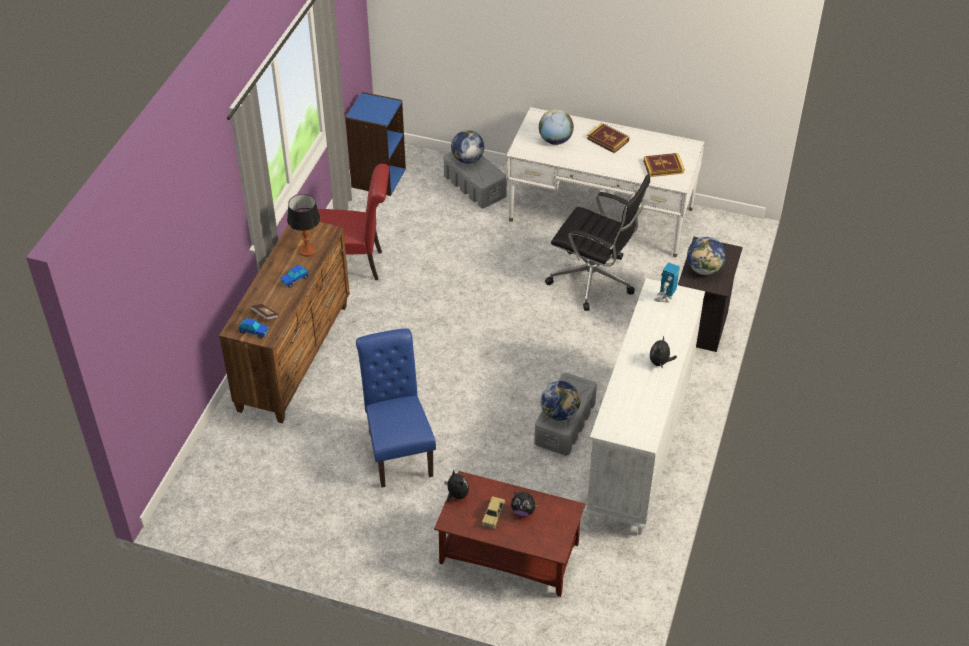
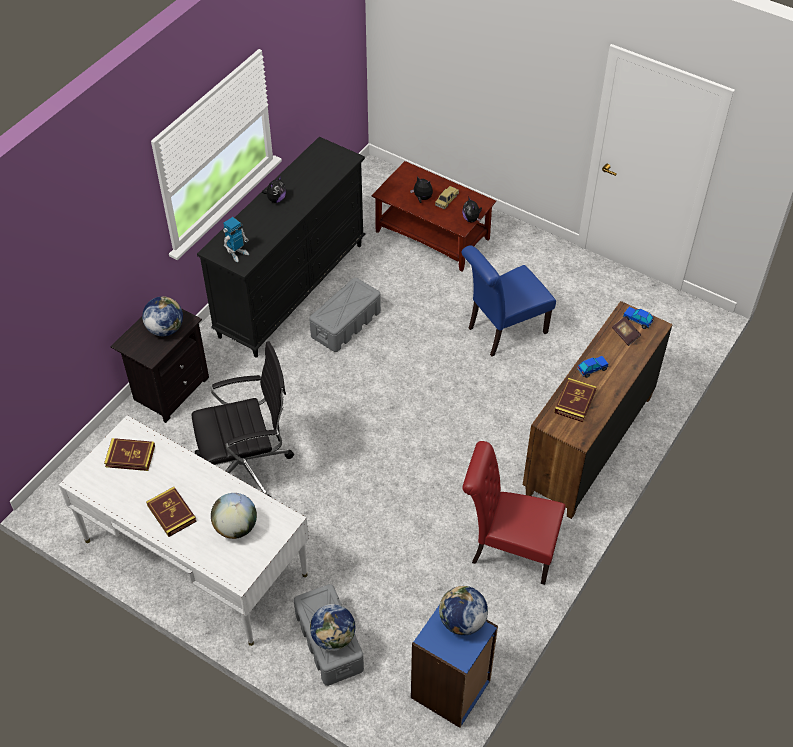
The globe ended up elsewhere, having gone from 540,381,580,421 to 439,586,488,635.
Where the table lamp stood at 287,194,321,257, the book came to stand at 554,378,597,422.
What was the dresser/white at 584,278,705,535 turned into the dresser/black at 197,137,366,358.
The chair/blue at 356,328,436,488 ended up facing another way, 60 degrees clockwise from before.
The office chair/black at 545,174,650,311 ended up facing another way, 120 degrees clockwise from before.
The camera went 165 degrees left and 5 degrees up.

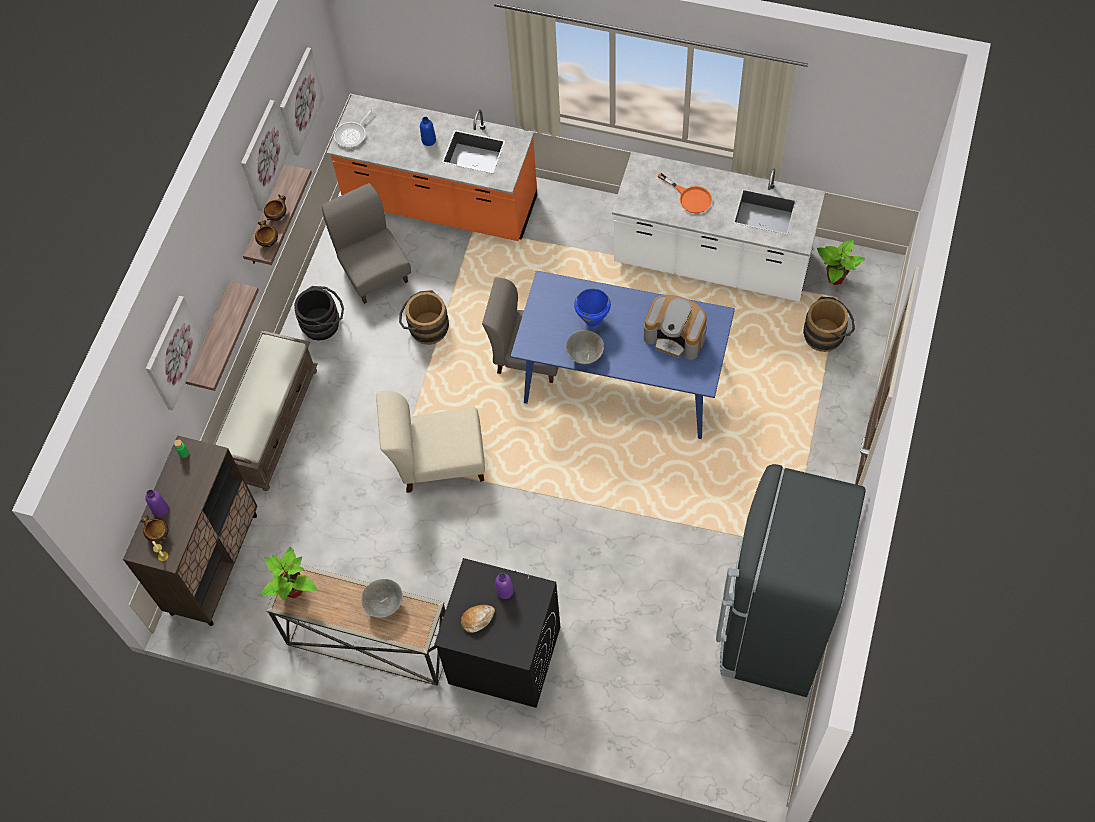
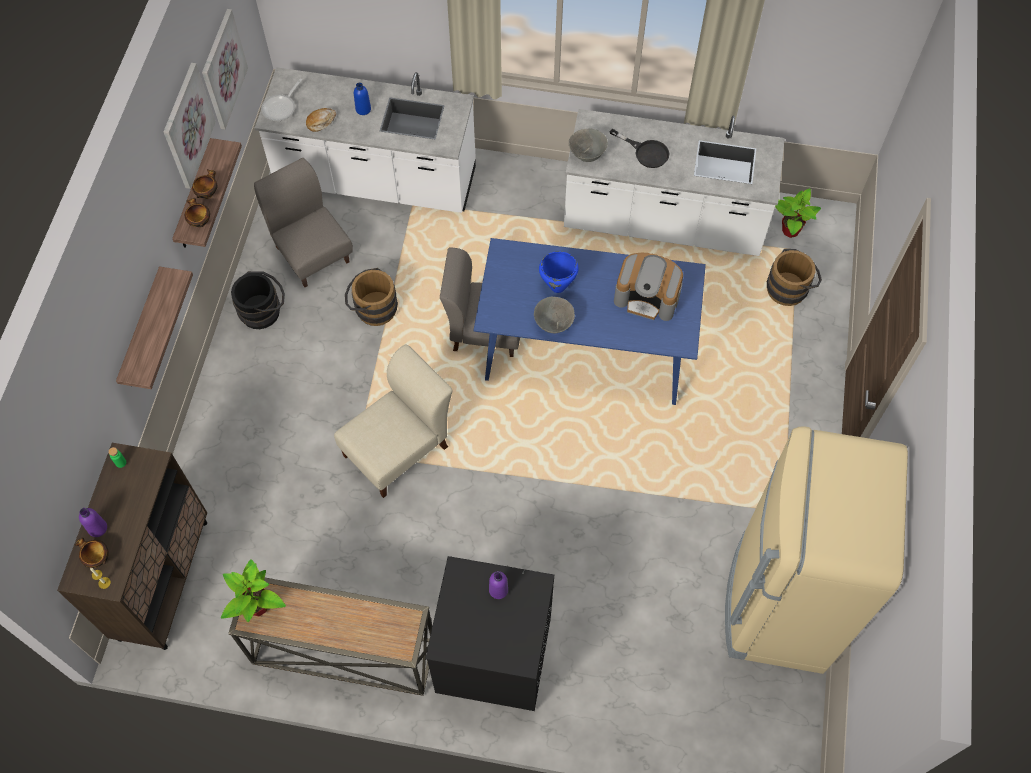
The second view lost the picture at 146,296,204,410.
The second view lost the bench/brown at 214,331,318,491.
The bowl/grey ended up elsewhere, having gone from 361,579,403,618 to 569,128,608,162.
The bread ended up elsewhere, having gone from 461,605,495,633 to 306,108,336,132.
What was the counter/orange at 327,95,537,241 turned into the counter/white at 255,67,476,213.
What was the frying pan/orange at 658,173,712,213 turned into the frying pan/black at 610,129,670,168.
What was the fridge/black at 716,464,866,697 turned into the fridge/beige at 725,426,908,674.
The chair/beige at 376,390,485,493 ended up facing another way, 150 degrees clockwise from before.
The camera went 10 degrees left and 0 degrees up.

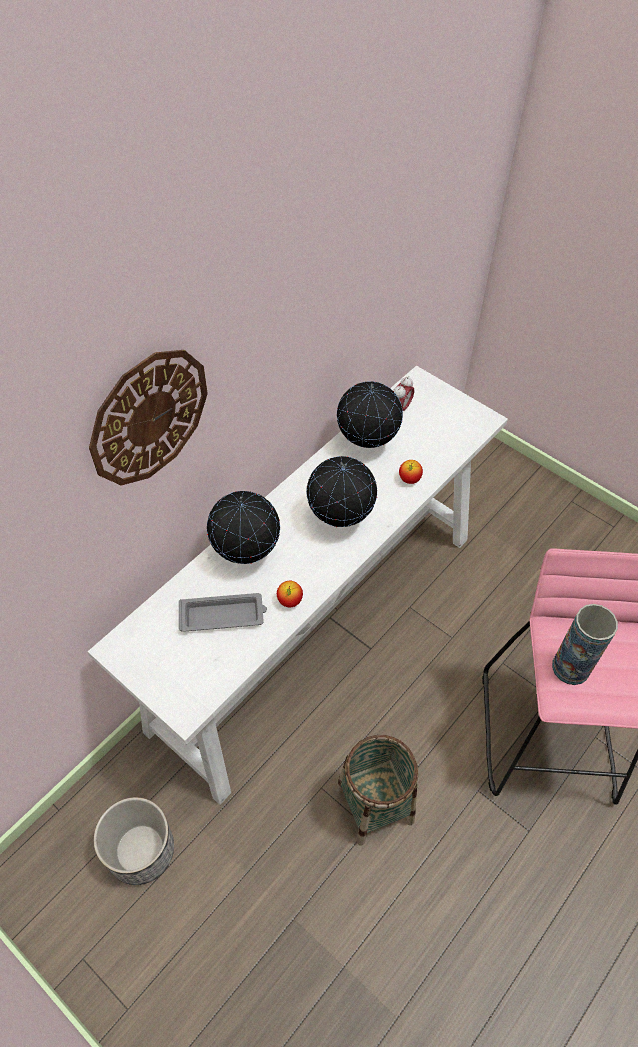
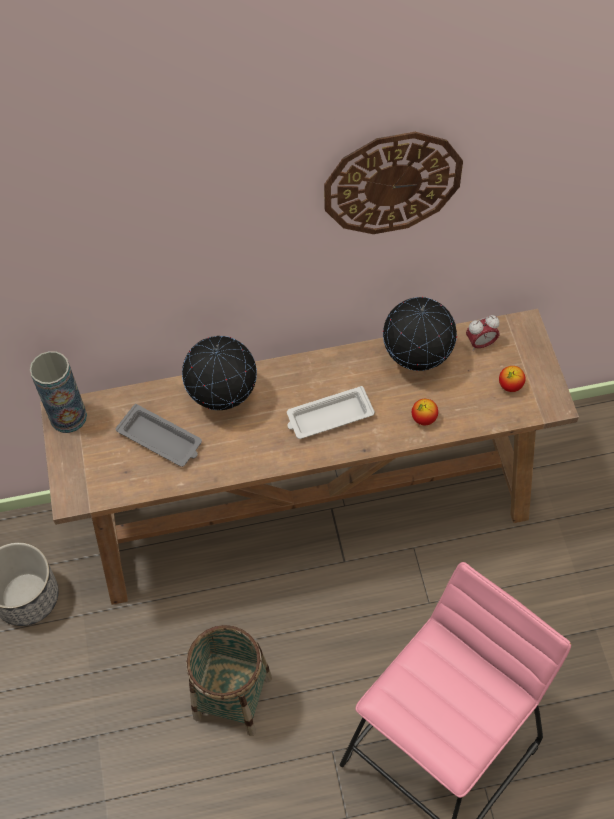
The wall clock ended up elsewhere, having gone from 89,350,208,485 to 324,132,463,234.
The apple ended up elsewhere, having gone from 277,581,303,607 to 499,366,526,392.
The vase ended up elsewhere, having gone from 552,604,618,685 to 30,351,87,433.
Where the globe stood at 306,456,377,527, the tray/white came to stand at 287,386,375,439.
What was the console table/white at 88,366,508,805 turned into the console table/brown at 40,309,579,605.
The camera went 40 degrees right and 5 degrees up.

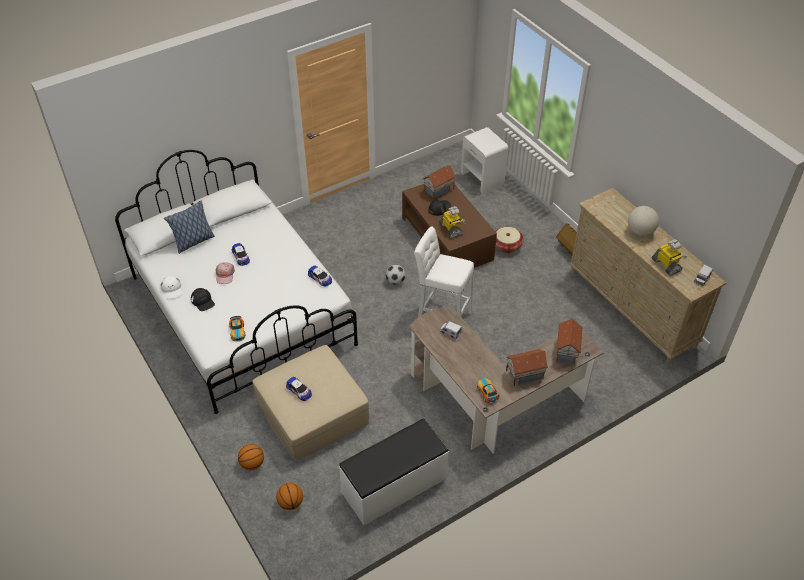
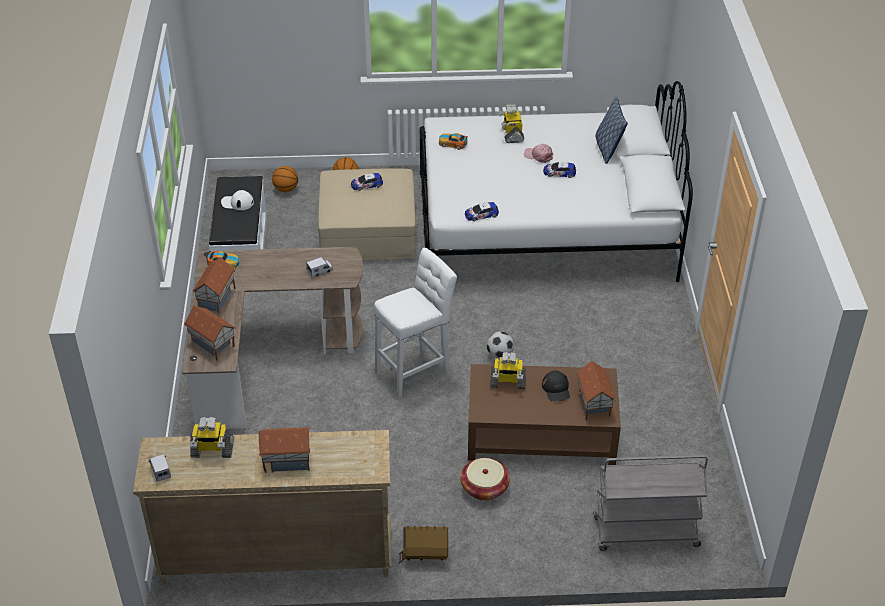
The cap/white ended up elsewhere, having gone from 161,275,182,299 to 221,190,254,210.
Where the cap/black stood at 191,288,215,311, the toy robot came to stand at 499,105,524,143.
Where the nightstand/white stood at 461,127,508,193, the cart/grey came to stand at 593,455,708,551.
Where the globe stood at 628,206,659,236, the toy house came to stand at 258,427,311,473.
The camera went 120 degrees right and 5 degrees down.

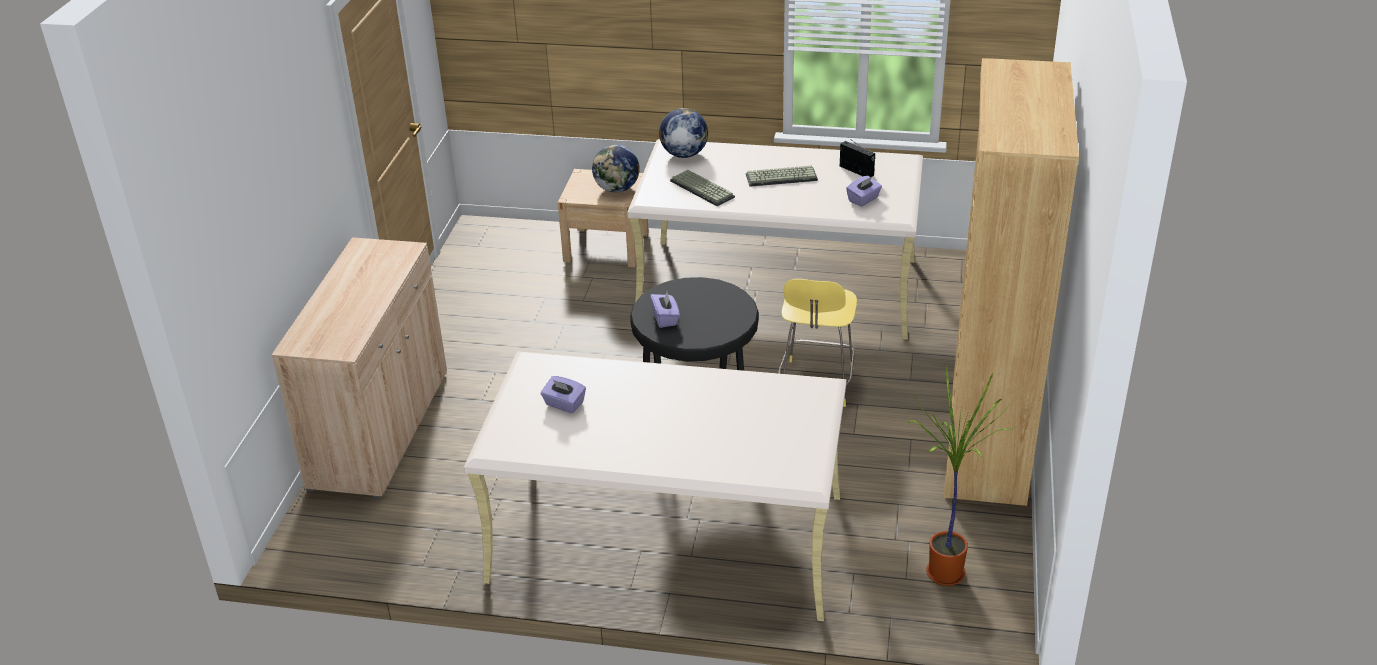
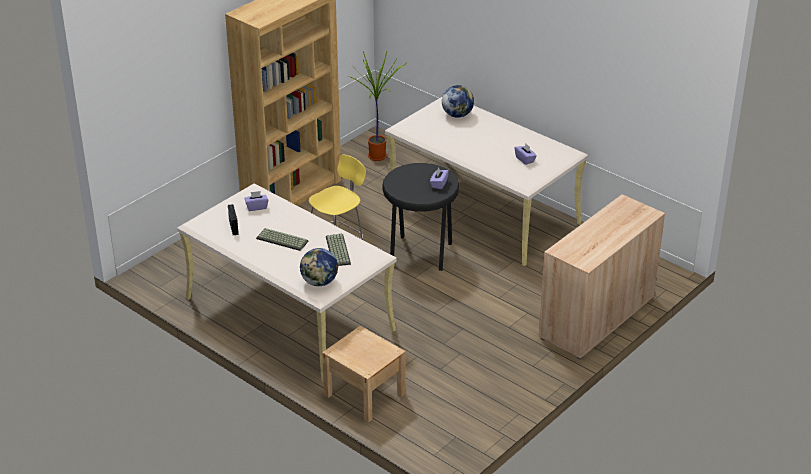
The globe ended up elsewhere, having gone from 592,145,640,193 to 442,85,474,118.
The camera went 150 degrees left and 0 degrees up.

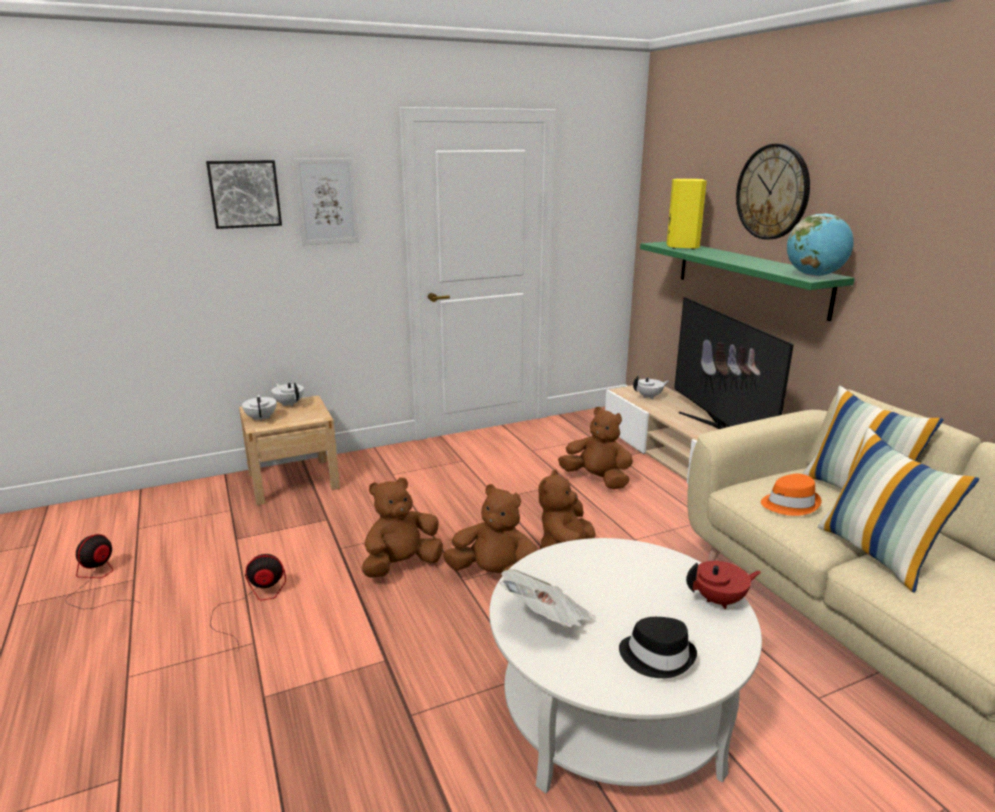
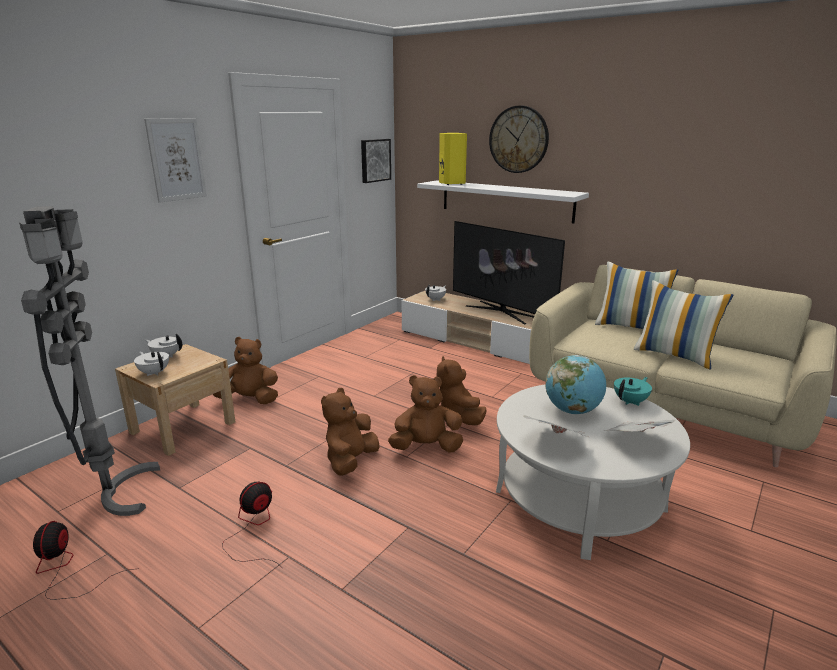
The second view lost the hat/orange at 761,474,821,516.
The second view gained the floor lamp/grey at 19,206,160,516.
The picture ended up elsewhere, having gone from 206,160,282,229 to 361,139,391,183.
The plush toy/brown ended up elsewhere, having gone from 558,407,633,489 to 213,337,278,404.
The globe ended up elsewhere, having gone from 787,213,854,277 to 545,355,606,414.
Where the hat/black stood at 619,617,697,678, the newspaper came to stand at 603,420,675,432.
What was the shelf/green at 640,242,855,321 turned into the shelf/white at 417,180,589,223.
What was the teapot/red at 686,561,761,609 turned into the teapot/turquoise at 614,377,652,406.
The camera went 30 degrees left and 0 degrees up.

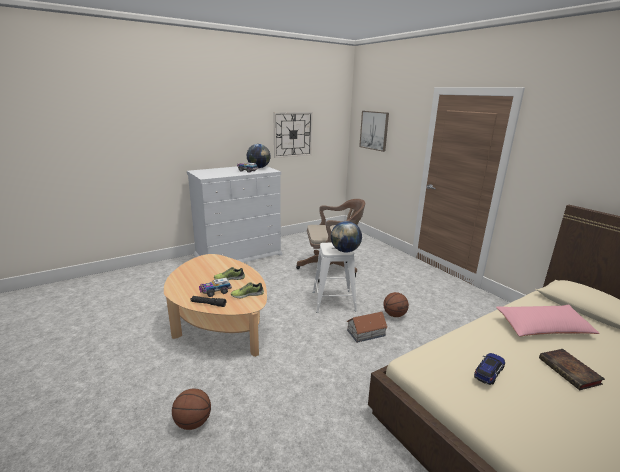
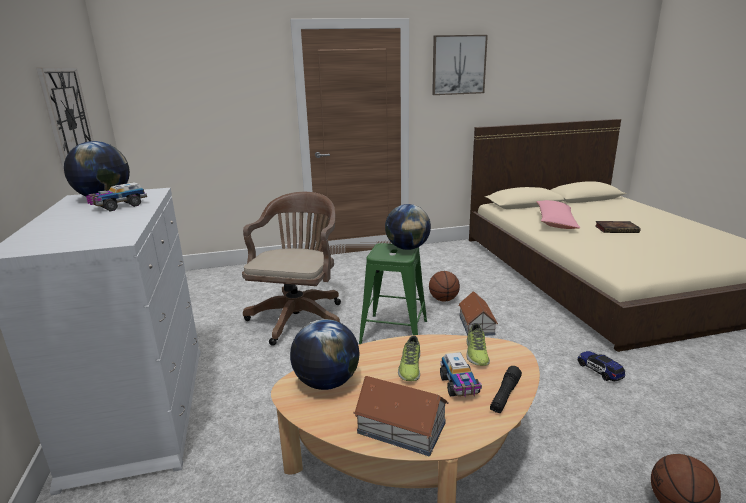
The second view gained the globe at 290,319,360,390.
The second view gained the toy house at 353,376,449,456.
The picture ended up elsewhere, having gone from 359,111,389,152 to 432,35,488,95.
The toy car ended up elsewhere, having gone from 474,353,505,385 to 577,351,625,382.
What was the stool/white at 313,243,357,313 turned into the stool/green at 359,243,427,344.
The camera went 70 degrees left and 0 degrees up.

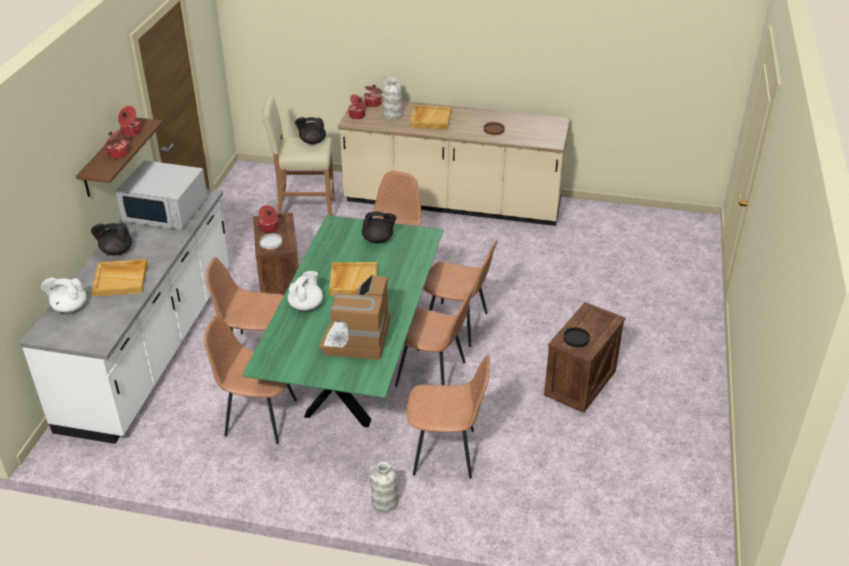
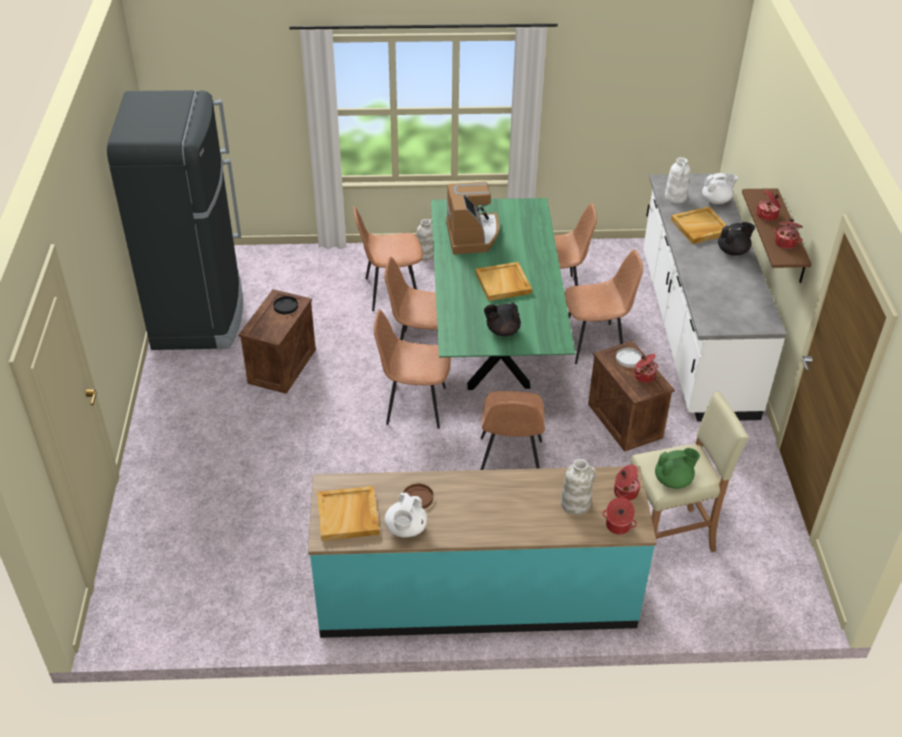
The second view lost the microwave/white at 116,160,208,230.
The second view gained the fridge/black at 107,90,243,350.
The second view gained the vase/white at 665,157,690,204.
The teapot/white ended up elsewhere, having gone from 288,271,323,311 to 385,493,427,537.
The tray/beige ended up elsewhere, having gone from 410,105,451,130 to 317,486,380,541.
What was the teapot/black at 295,117,326,144 turned into the teapot/green at 655,448,700,489.
What was the counter/beige at 338,96,570,226 turned into the counter/turquoise at 308,466,657,638.
The camera went 165 degrees right and 5 degrees up.

